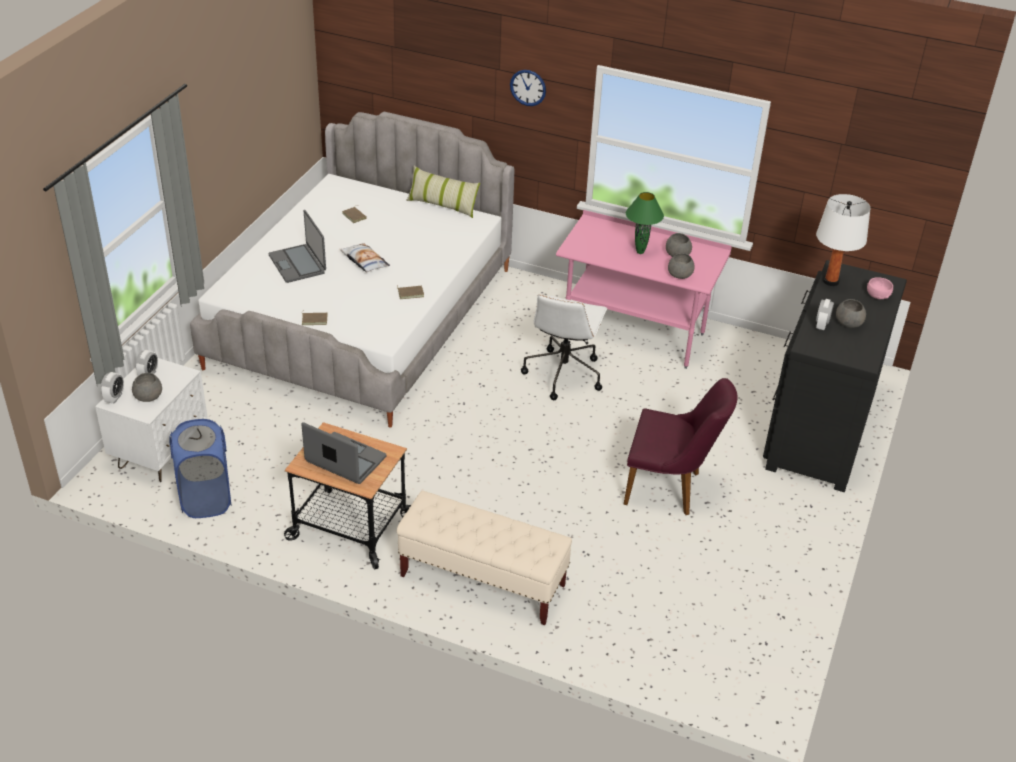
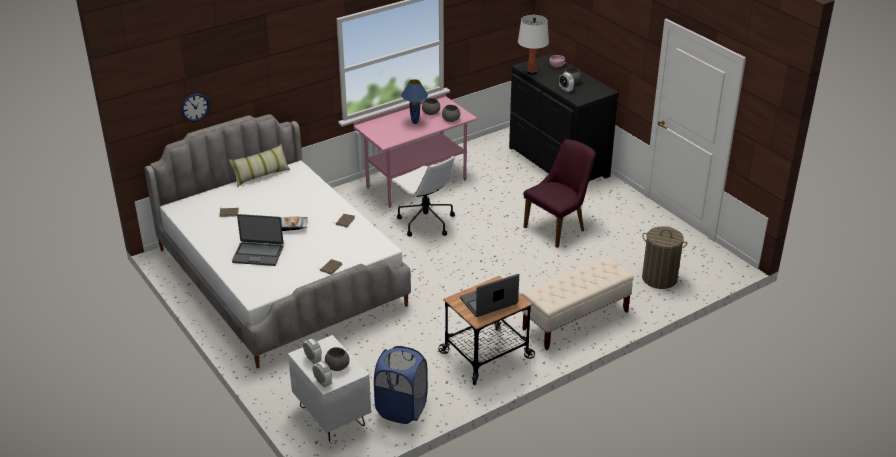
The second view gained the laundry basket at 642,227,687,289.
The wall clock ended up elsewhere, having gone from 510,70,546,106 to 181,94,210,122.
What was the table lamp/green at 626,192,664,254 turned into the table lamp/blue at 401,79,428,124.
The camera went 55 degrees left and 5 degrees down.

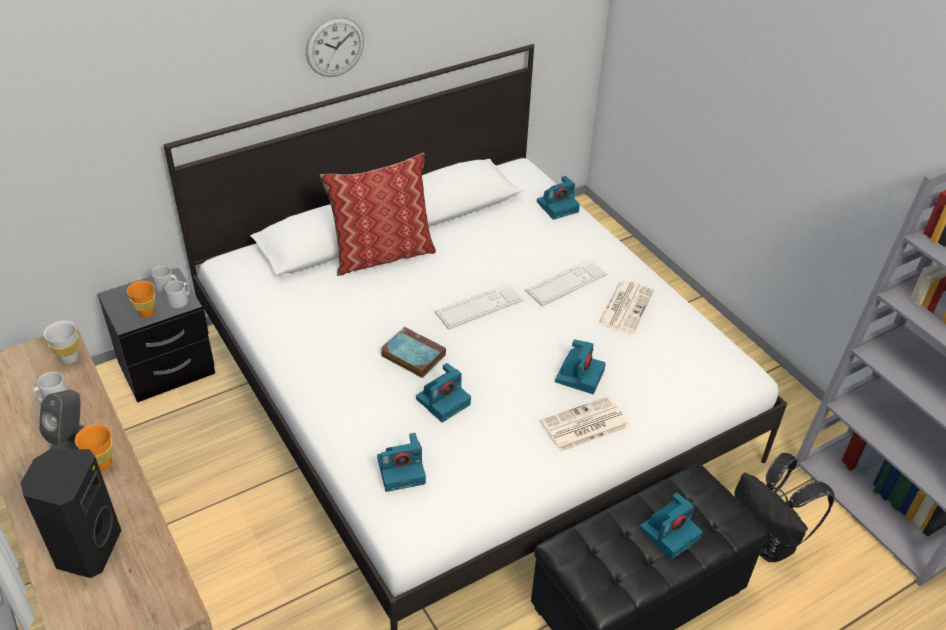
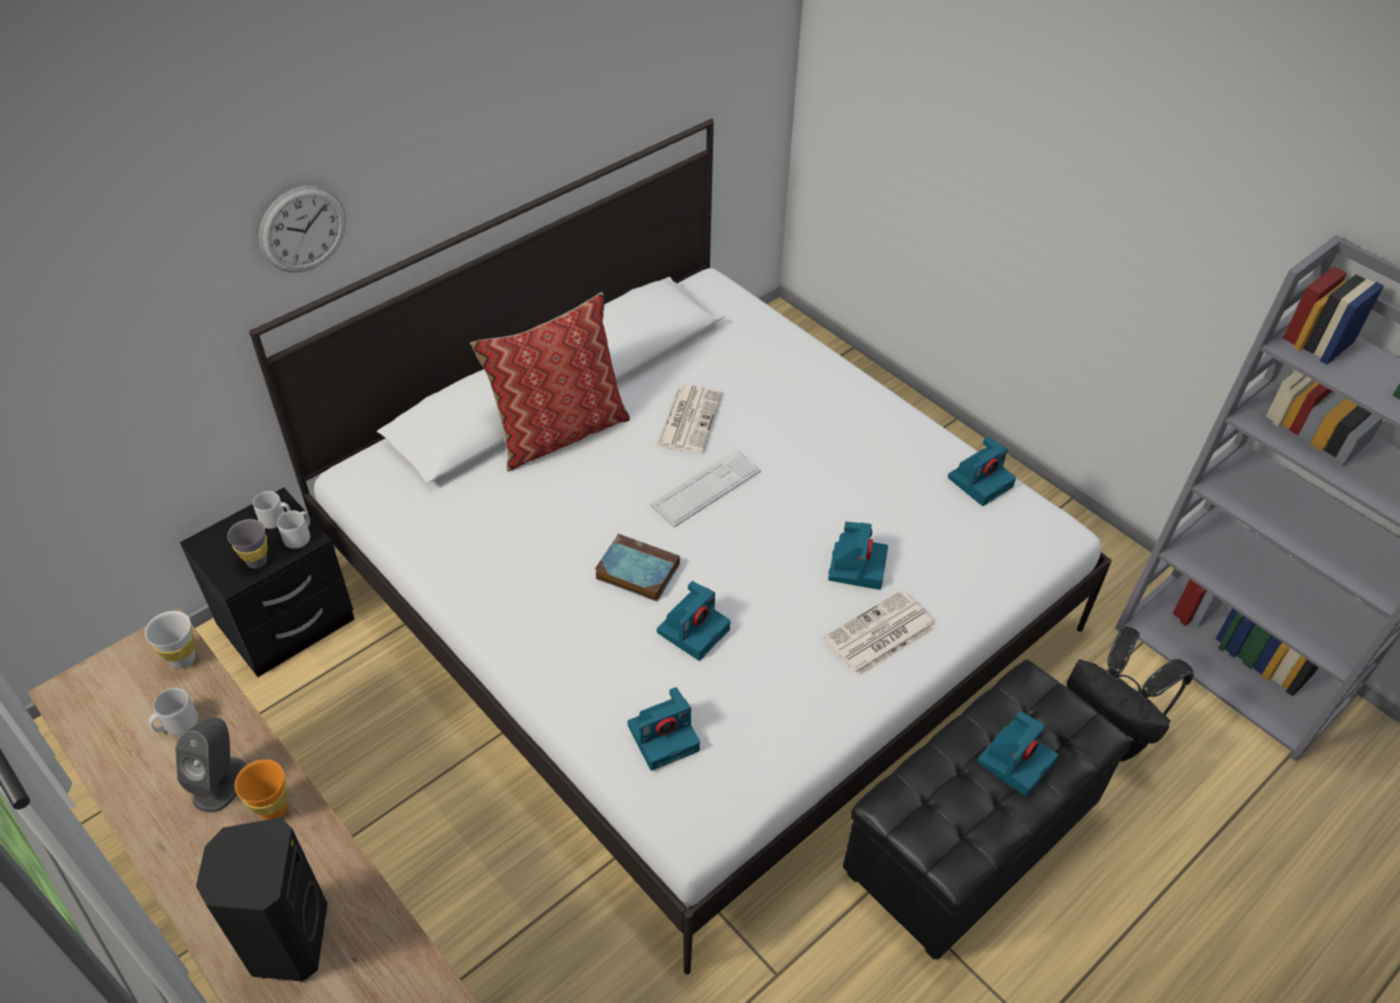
The second view lost the keyboard at 525,259,607,306.
The wall clock ended up elsewhere, having gone from 306,16,364,77 to 259,186,346,273.
The photo camera ended up elsewhere, having gone from 537,176,580,220 to 948,437,1016,506.
The newspaper ended up elsewhere, having gone from 597,280,654,334 to 657,385,722,454.
What was the cup/orange at 127,281,155,318 turned into the cup/grey at 227,519,268,569.
The camera went 10 degrees left and 5 degrees up.

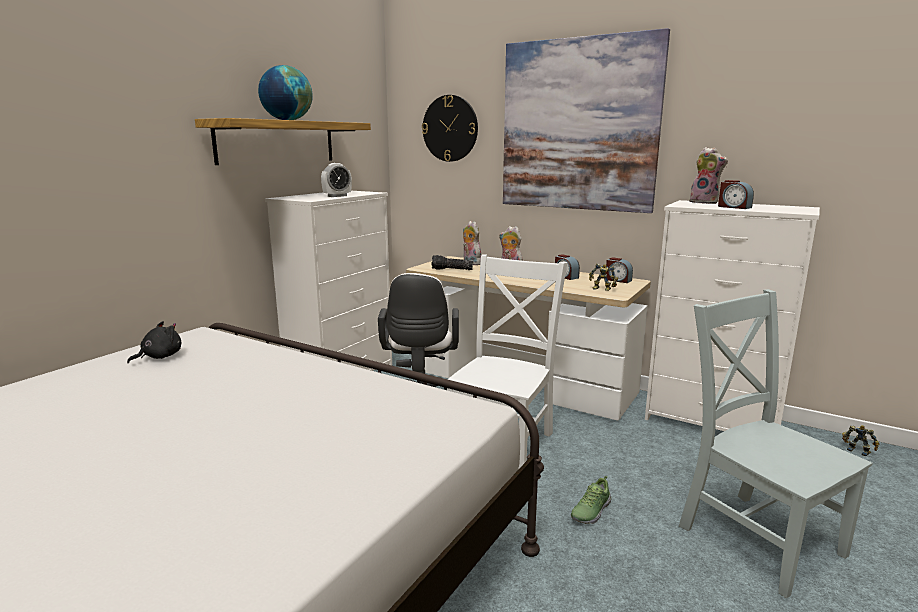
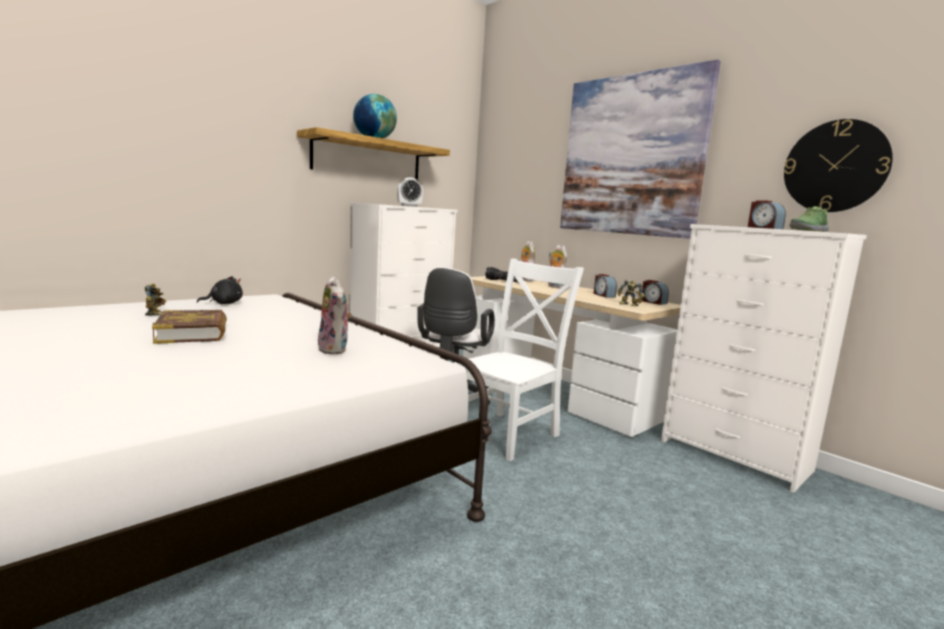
The second view lost the chair/grey at 679,289,873,598.
The second view gained the book at 152,310,227,344.
The wall clock ended up elsewhere, having gone from 422,95,478,162 to 784,119,893,212.
The shoe ended up elsewhere, having gone from 571,476,611,524 to 789,206,829,232.
The plush toy ended up elsewhere, having gone from 687,147,728,204 to 318,276,352,354.
The toy robot ended up elsewhere, having gone from 842,425,879,456 to 145,283,166,316.
The camera went 15 degrees right and 5 degrees down.

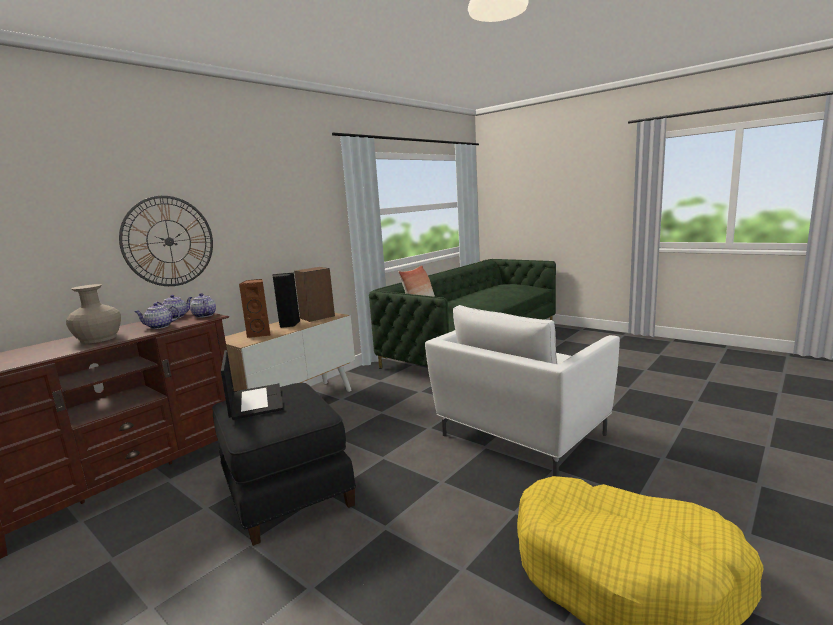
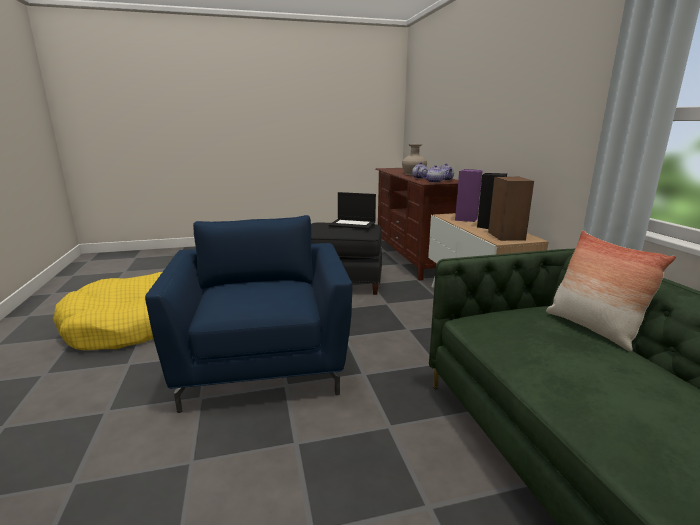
The second view lost the wall clock at 119,196,213,286.
What was the speaker/brown at 239,279,271,338 turned into the speaker/purple at 455,169,483,222.
What was the armchair/white at 425,305,620,477 turned into the armchair/blue at 145,215,352,413.
The camera went 125 degrees right and 5 degrees up.

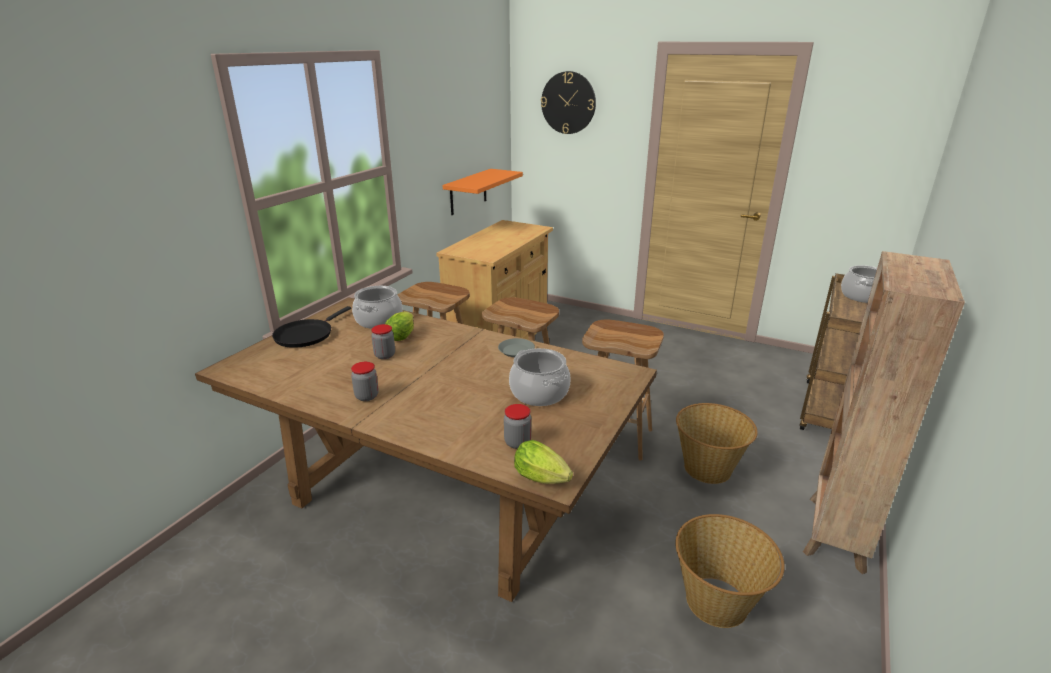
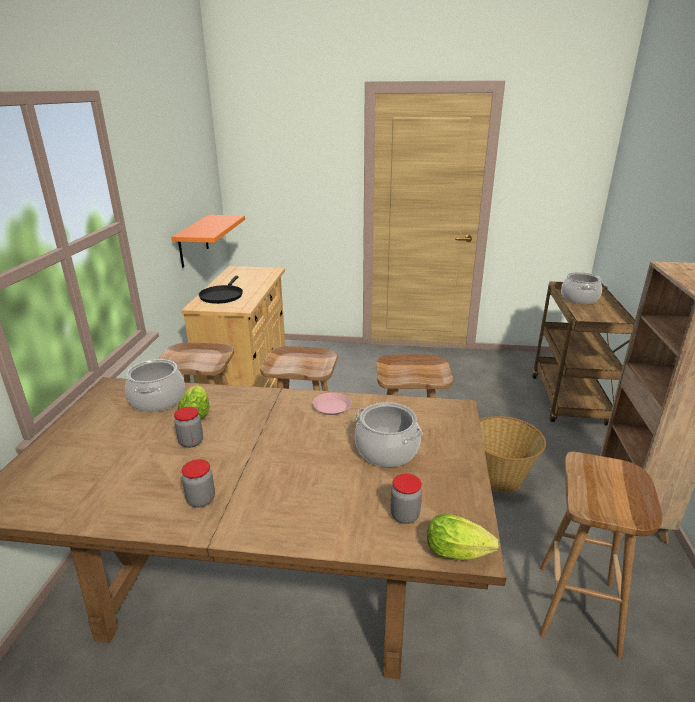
The second view lost the wall clock at 541,71,596,134.
The frying pan/black ended up elsewhere, having gone from 272,306,351,348 to 199,276,243,304.
Where the basket stood at 675,514,785,628, the stool/brown came to stand at 539,452,663,659.
What was the plate/grey at 498,338,535,357 turned into the plate/pink at 312,392,352,415.
The camera went 20 degrees left and 0 degrees up.

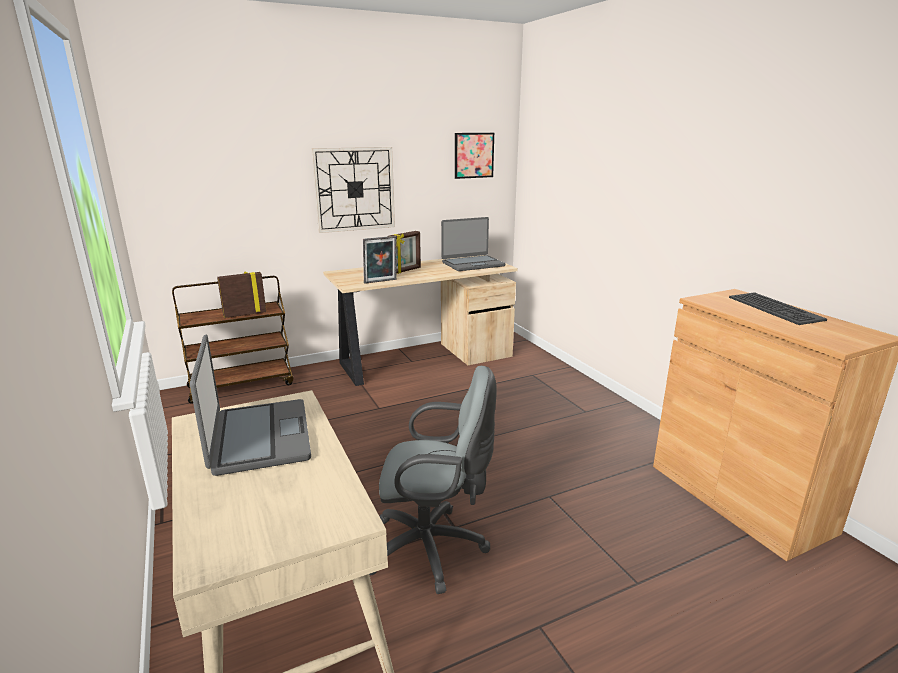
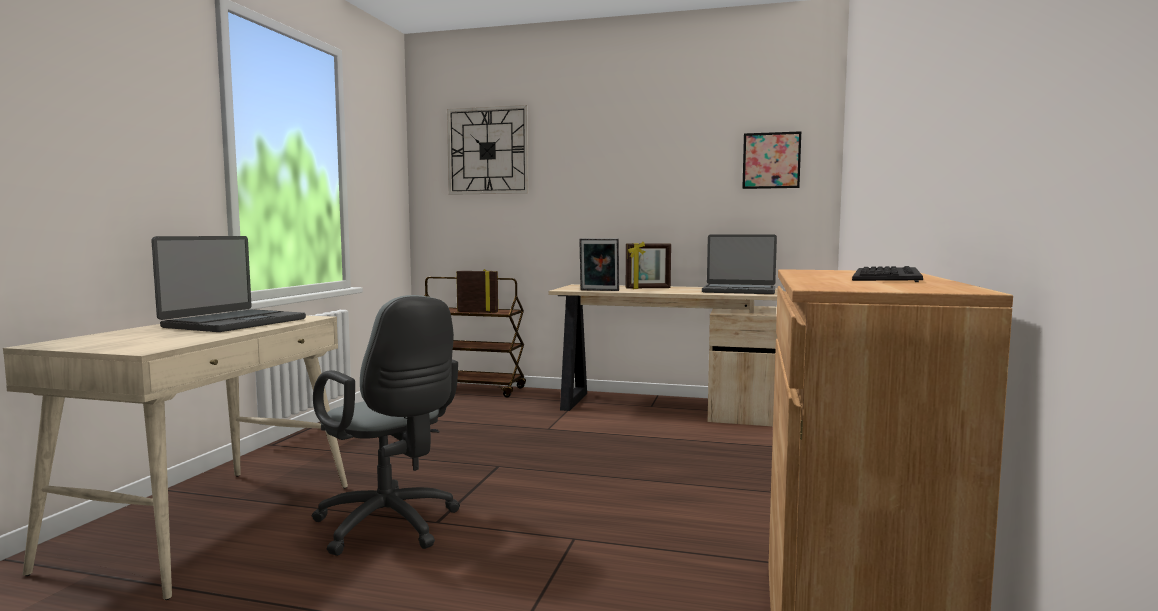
The wall clock ended up elsewhere, having gone from 311,147,395,233 to 447,105,529,195.
The camera went 40 degrees right and 15 degrees down.

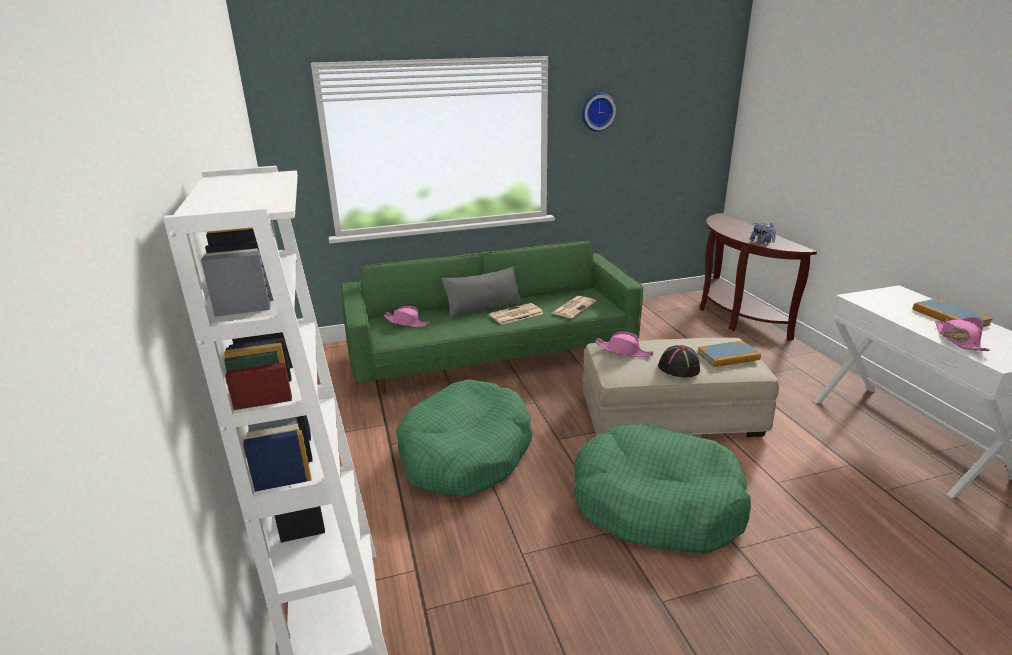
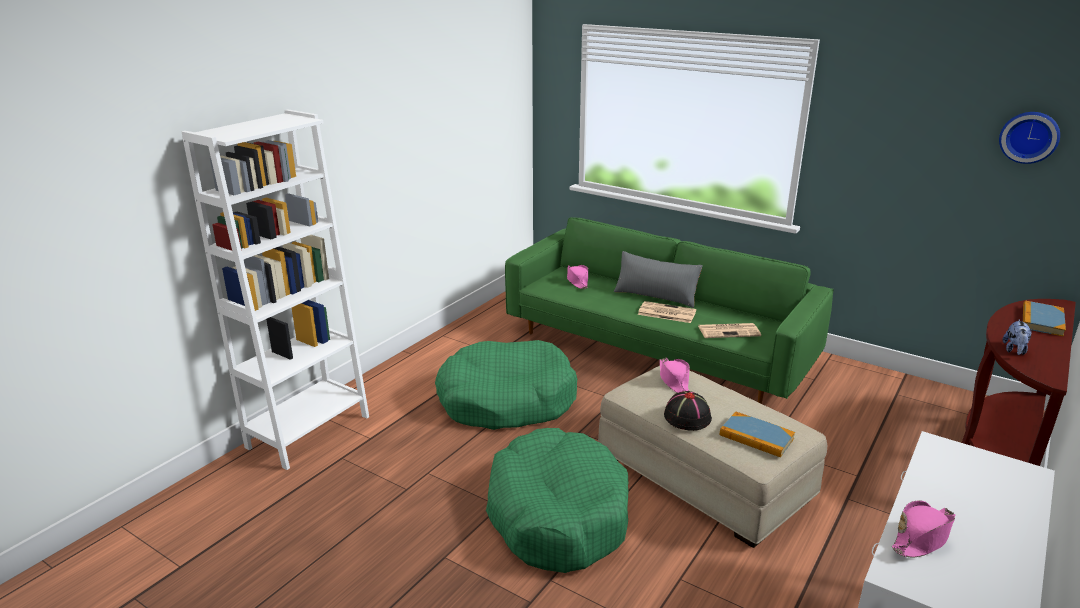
The wall clock ended up elsewhere, having gone from 582,93,616,132 to 999,112,1060,164.
The book ended up elsewhere, having gone from 913,298,992,327 to 1023,300,1066,337.
The camera went 50 degrees right and 0 degrees up.

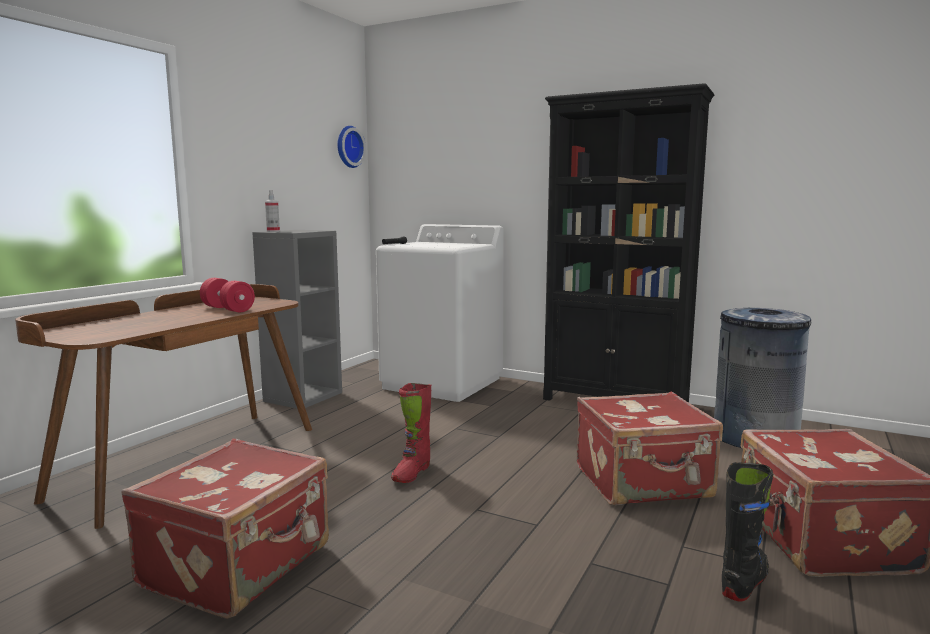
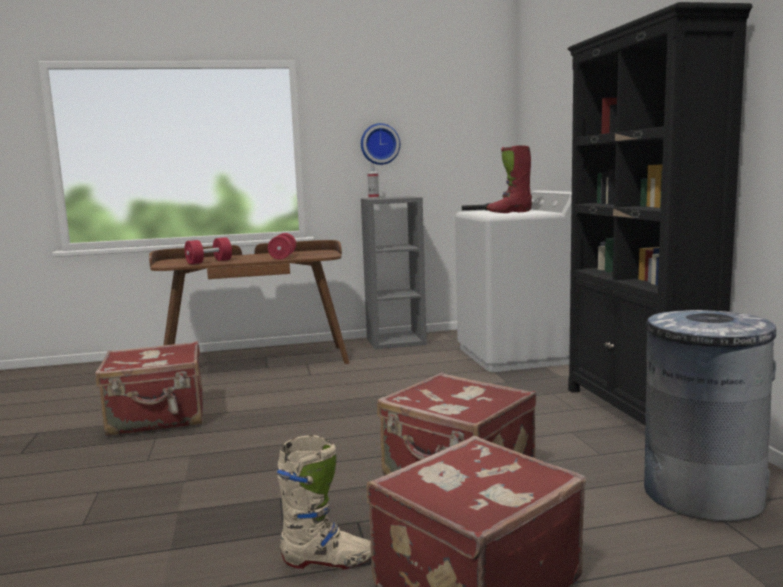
The second view gained the dumbbell/red at 184,237,232,264.
The wall clock ended up elsewhere, having gone from 337,126,366,168 to 361,123,400,165.
The boot/red ended up elsewhere, having gone from 391,383,431,483 to 487,145,532,213.
What was the boot/black at 722,462,773,601 turned into the boot/beige at 276,435,371,570.
The camera went 50 degrees right and 0 degrees up.

